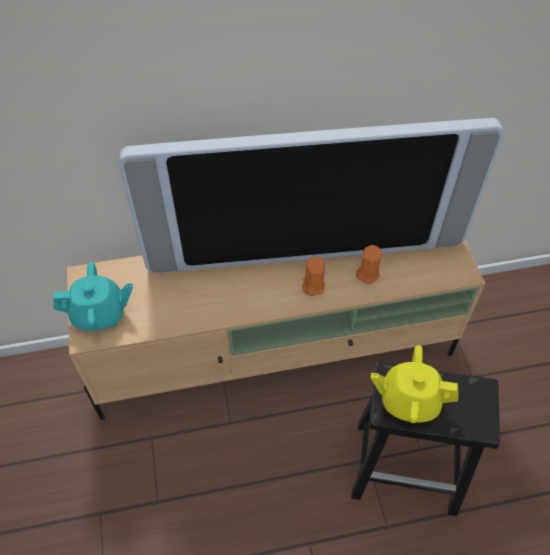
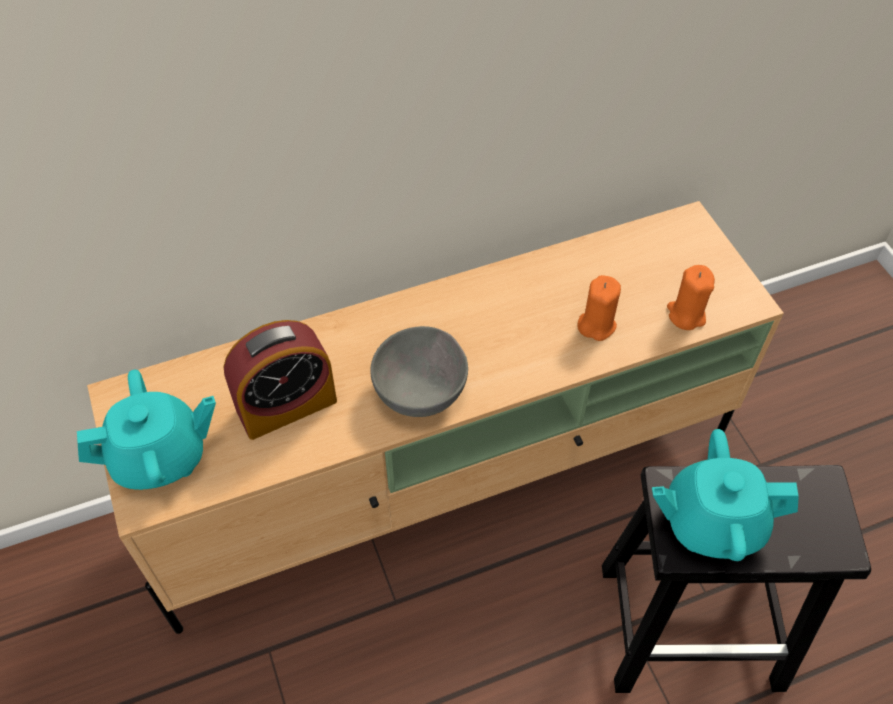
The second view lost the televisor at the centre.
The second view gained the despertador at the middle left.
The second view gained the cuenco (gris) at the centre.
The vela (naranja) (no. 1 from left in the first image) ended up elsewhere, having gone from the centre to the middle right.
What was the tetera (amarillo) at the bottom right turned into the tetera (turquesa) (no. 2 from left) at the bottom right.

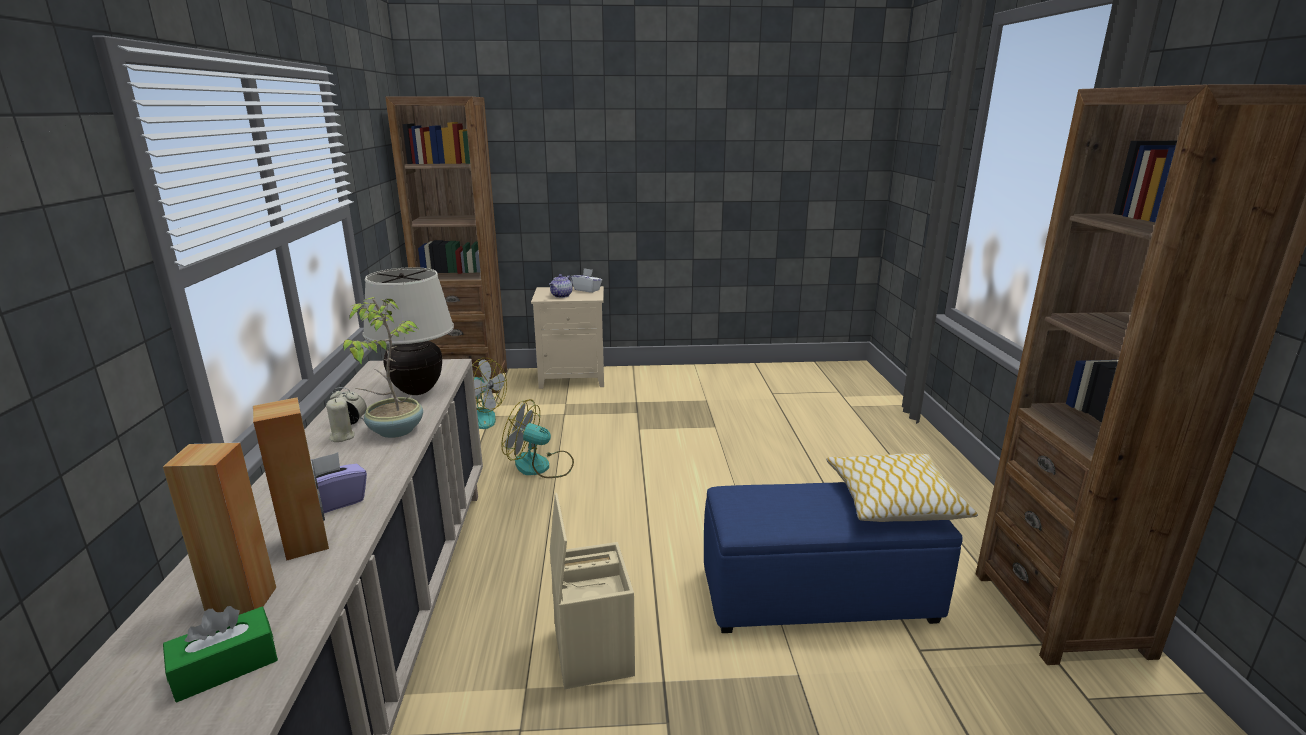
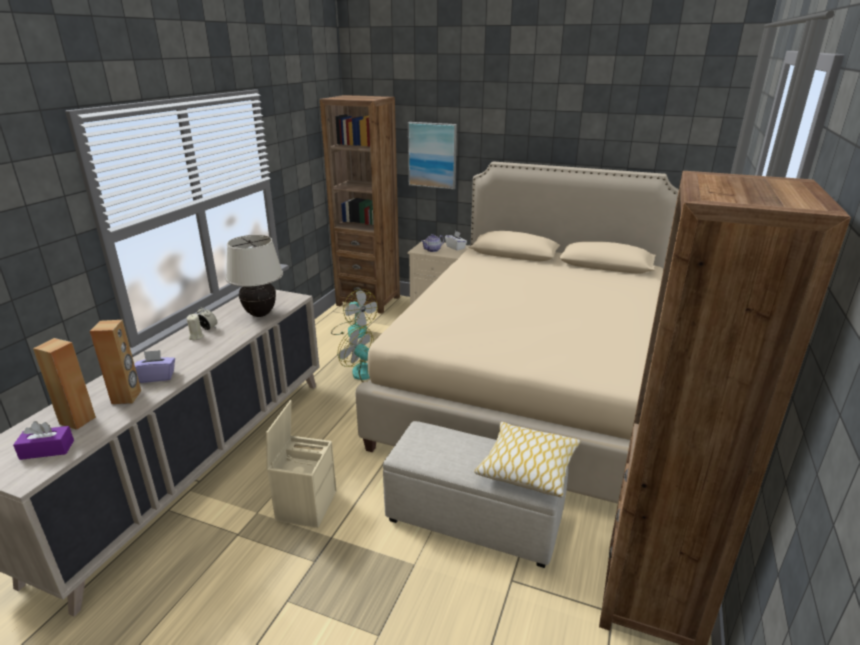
The second view lost the planta en maceta at the middle left.
The second view gained the cama (beis) at the centre.
The second view gained the cuadro at the top centre.
What was the caja de pañuelos (verde) at the bottom left turned into the caja de pañuelos (morado) (no. 1 from left) at the bottom left.
What was the puf (azul) at the bottom centre turned into the puf (beis) at the bottom centre.

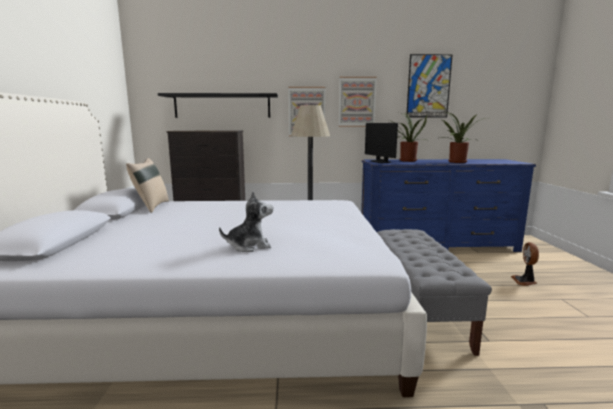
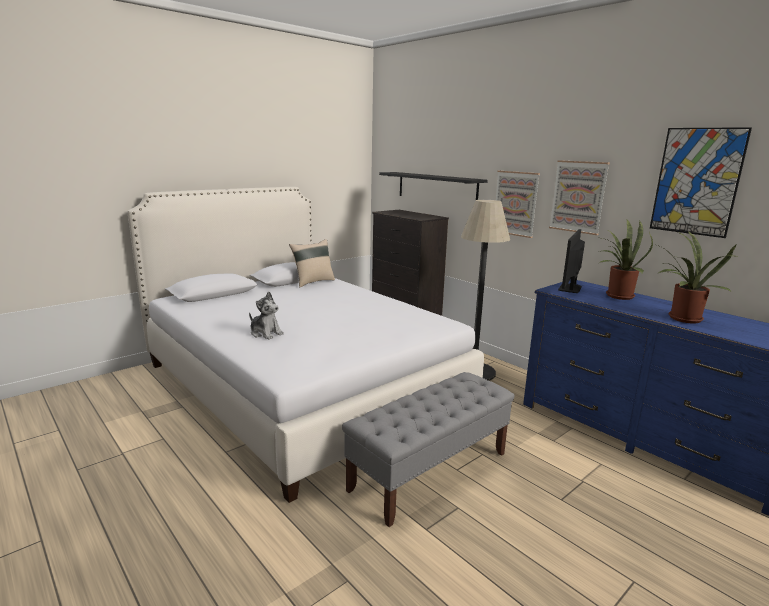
The second view lost the ventilador at the middle right.

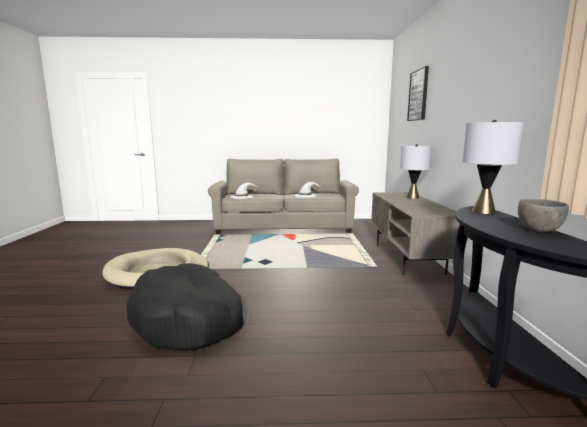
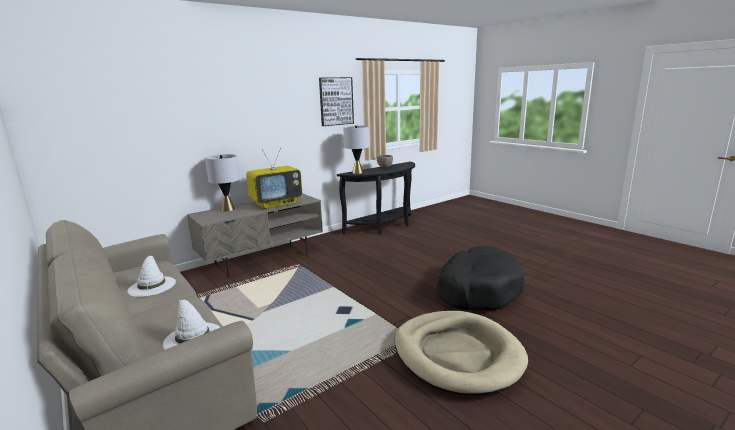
The second view gained the televisor at the centre.
The cuadro ended up elsewhere, having gone from the top right to the top centre.

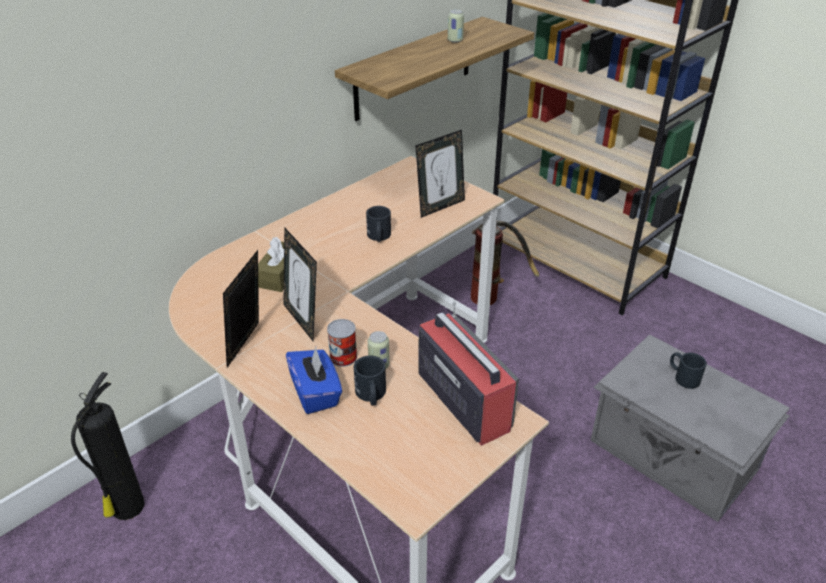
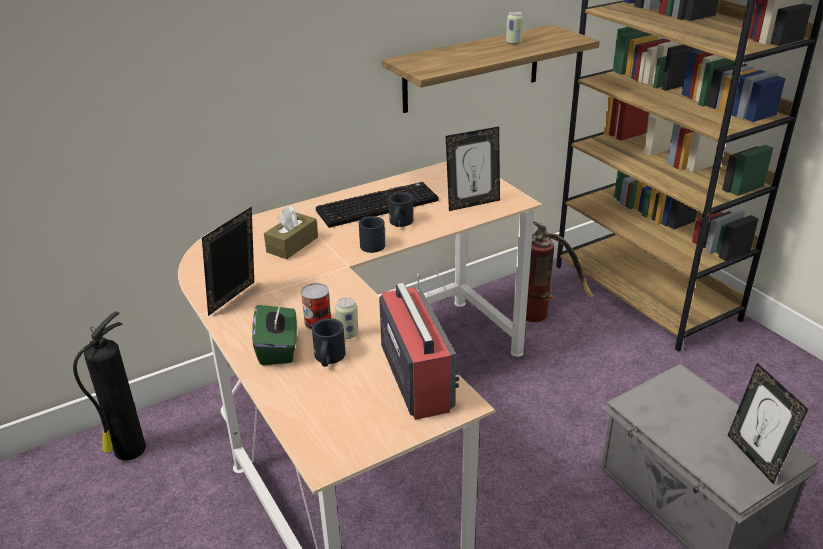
The second view gained the teclado at the centre.
The portarretratos (no. 2 from left in the first image) ended up elsewhere, having gone from the centre to the bottom right.
The taza grande (negro) (no. 3 from left in the first image) ended up elsewhere, having gone from the middle right to the centre.
What was the caja de pañuelos (azul) at the centre turned into the caja de pañuelos (verde) at the middle left.

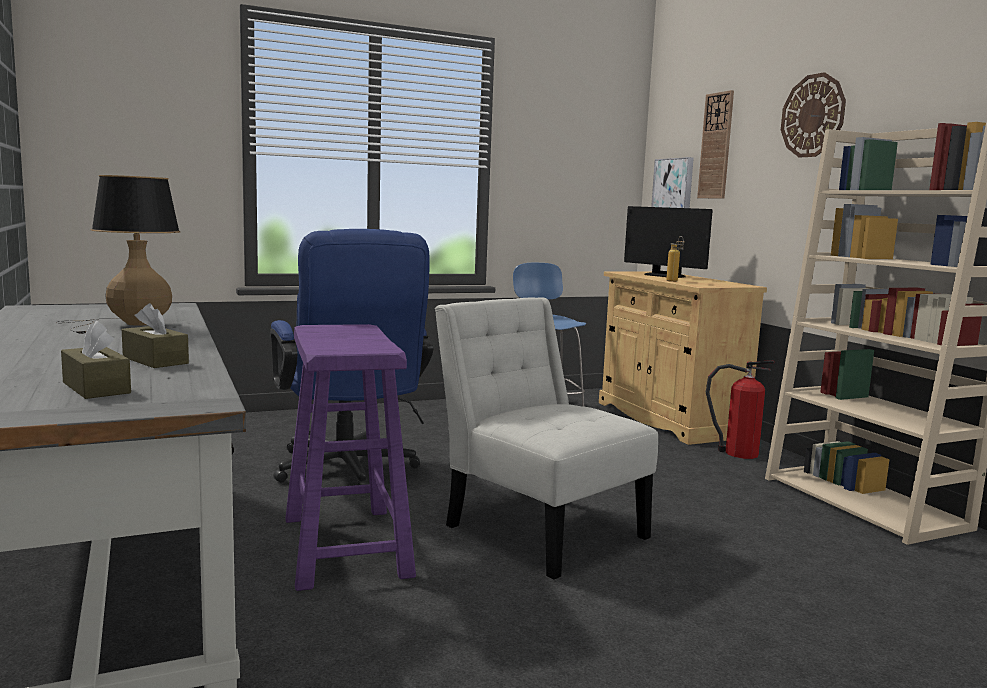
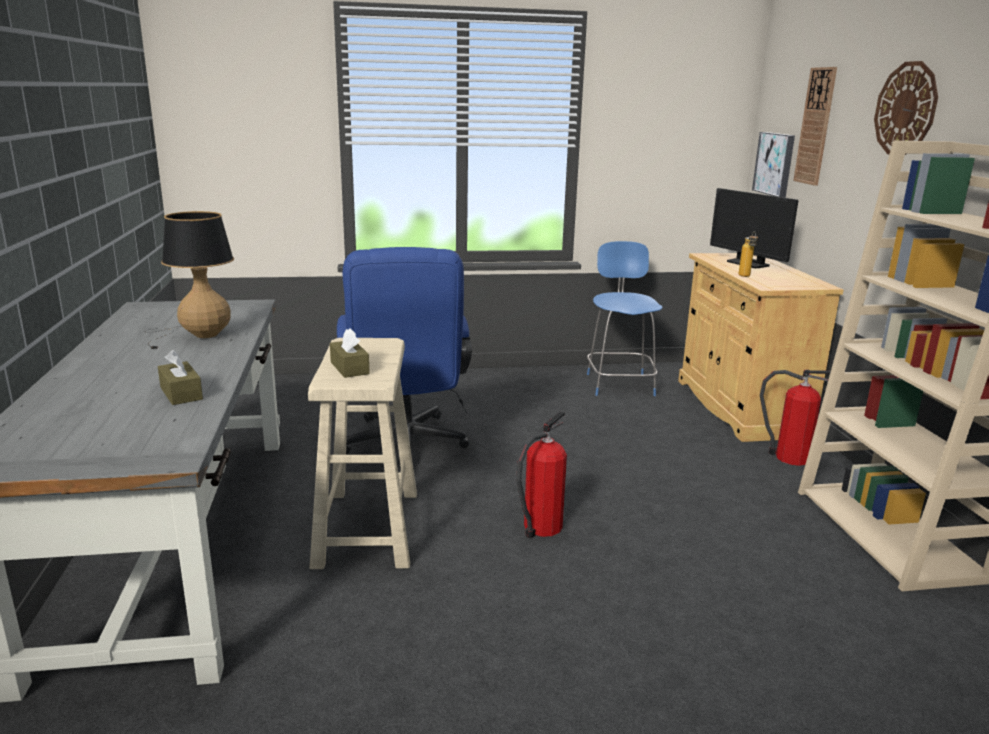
The caja de pañuelos (marrón) (no. 1 from left in the first image) ended up elsewhere, having gone from the middle left to the centre.
Where the silla (blanco) stood at the centre, the extintor (no. 1 from left) came to stand at the centre.
What was the taburete (morado) at the centre turned into the taburete (beis) at the centre.

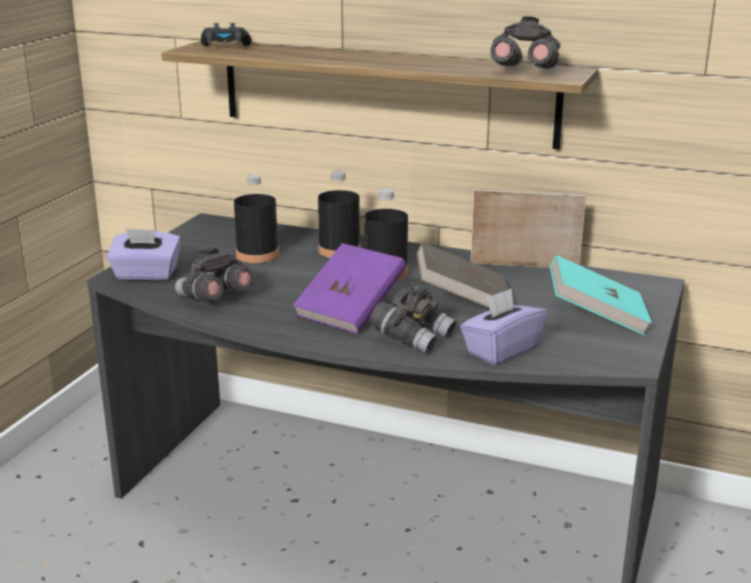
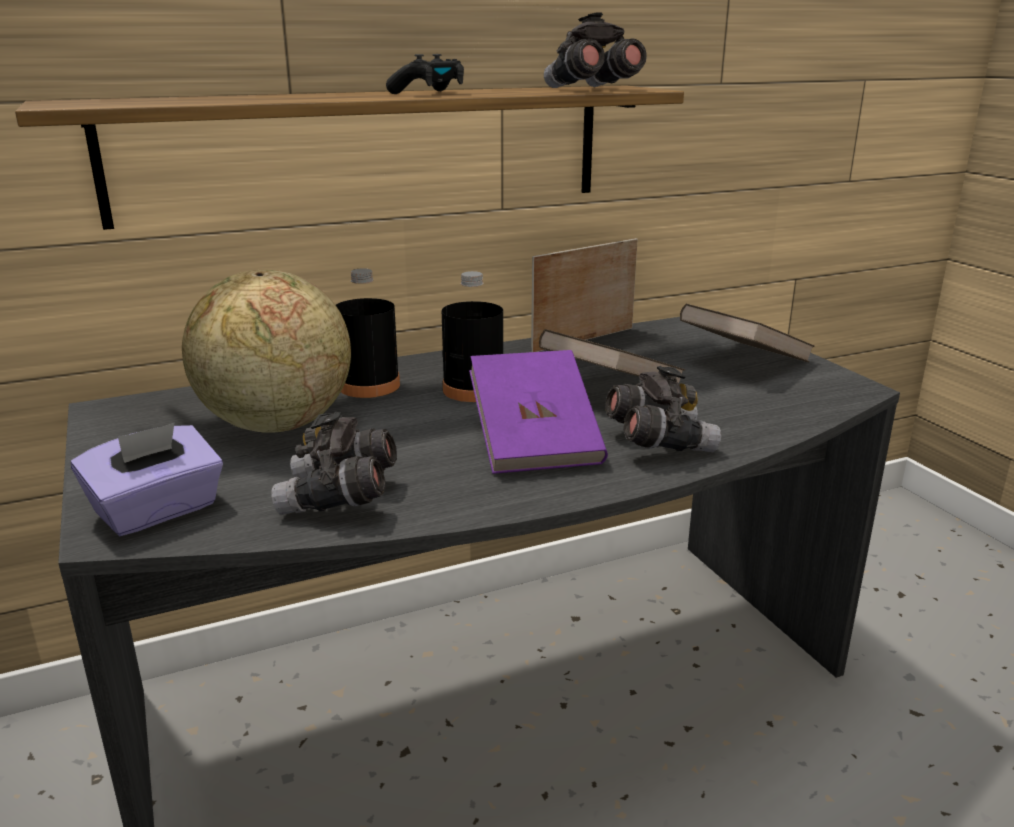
The second view lost the caja de pañuelos (morado) (no. 2 from left) at the middle right.
The mando de consola (negro) ended up elsewhere, having gone from the top left to the top centre.
Where the botella (negro) (no. 1 from left) stood at the centre, the globo terráqueo came to stand at the middle left.
What was the libro (turquesa) at the middle right turned into the libro (marrón) (no. 2 from left) at the middle right.

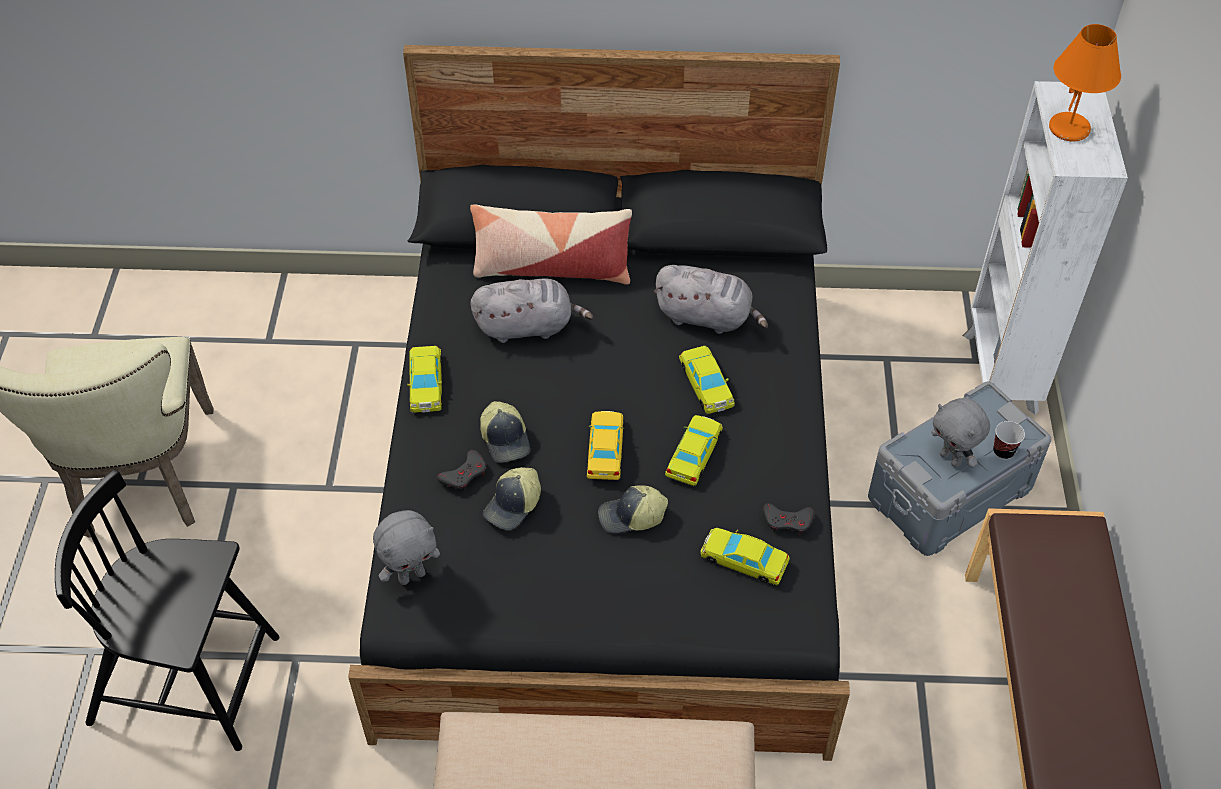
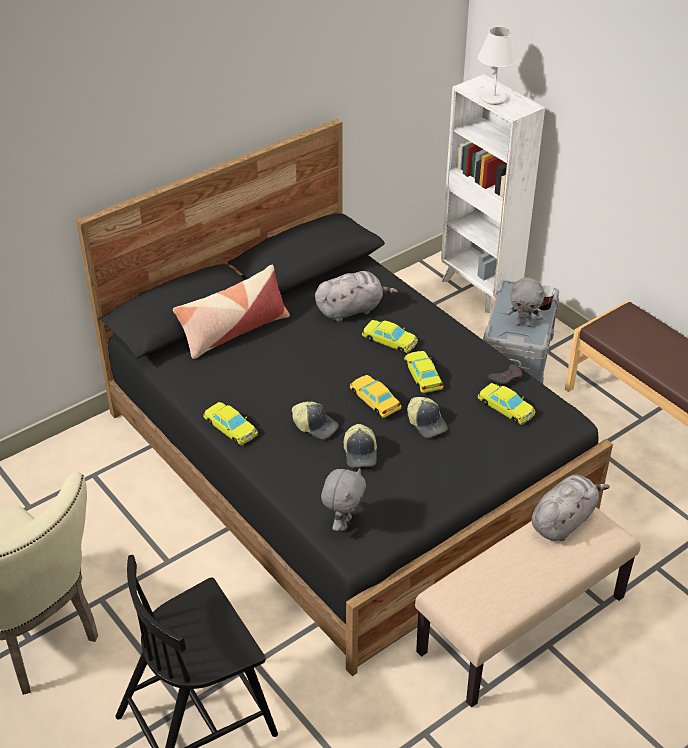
The second view lost the mando de consola (gris) (no. 1 from left) at the centre.
The peluche (gris) (no. 2 from left in the first image) ended up elsewhere, having gone from the centre to the bottom right.
What was the lámpara de mesa (naranja) at the top right turned into the lámpara de mesa (blanco) at the top right.
The gorra (no. 3 from left) at the centre ended up facing another way, 75 degrees counterclockwise from before.
The coche de juguete (amarillo) (no. 5 from left) at the bottom centre ended up facing another way, 120 degrees counterclockwise from before.

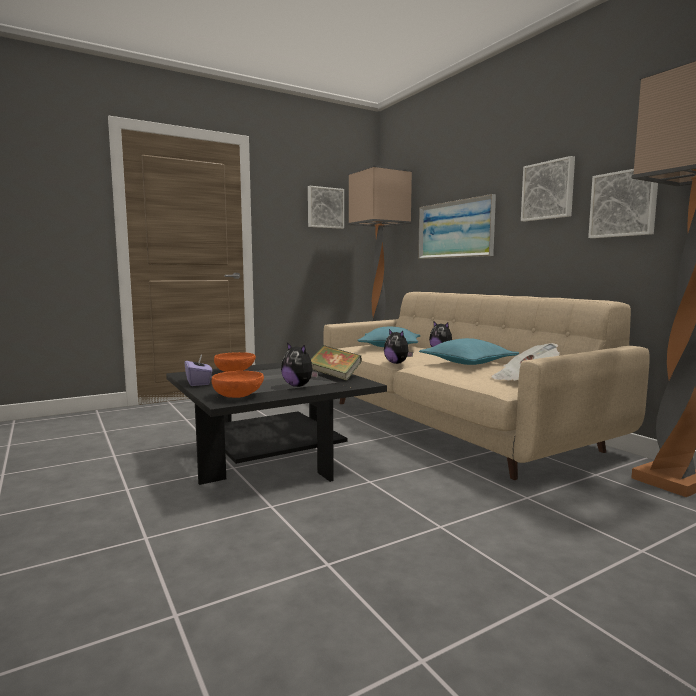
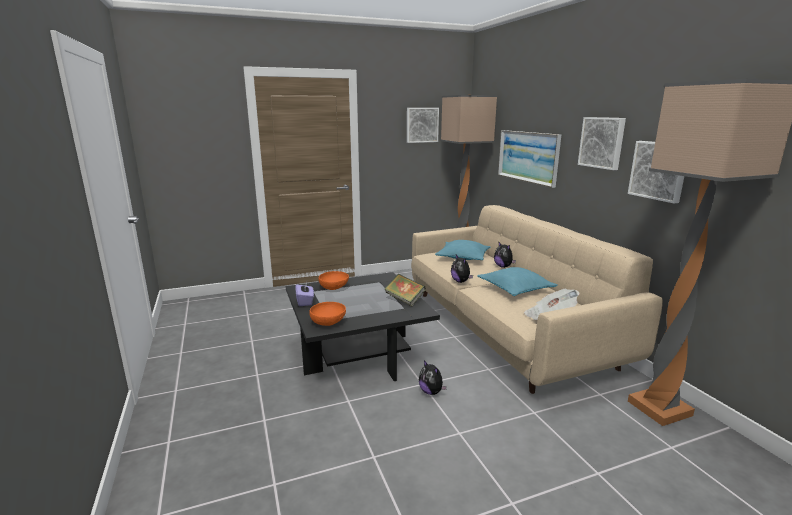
The peluche (no. 1 from left) ended up elsewhere, having gone from the centre to the bottom centre.

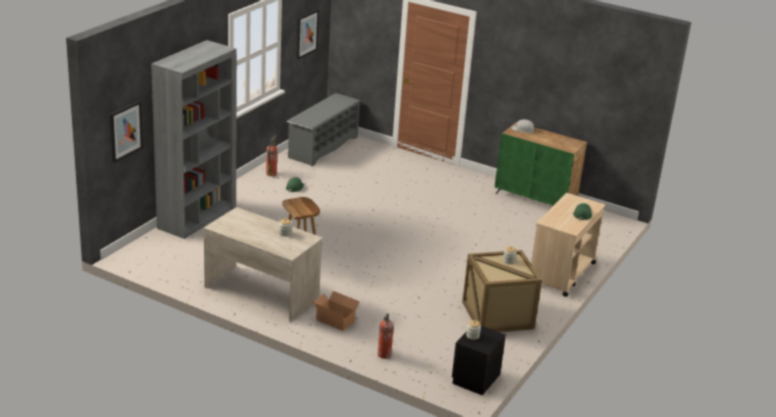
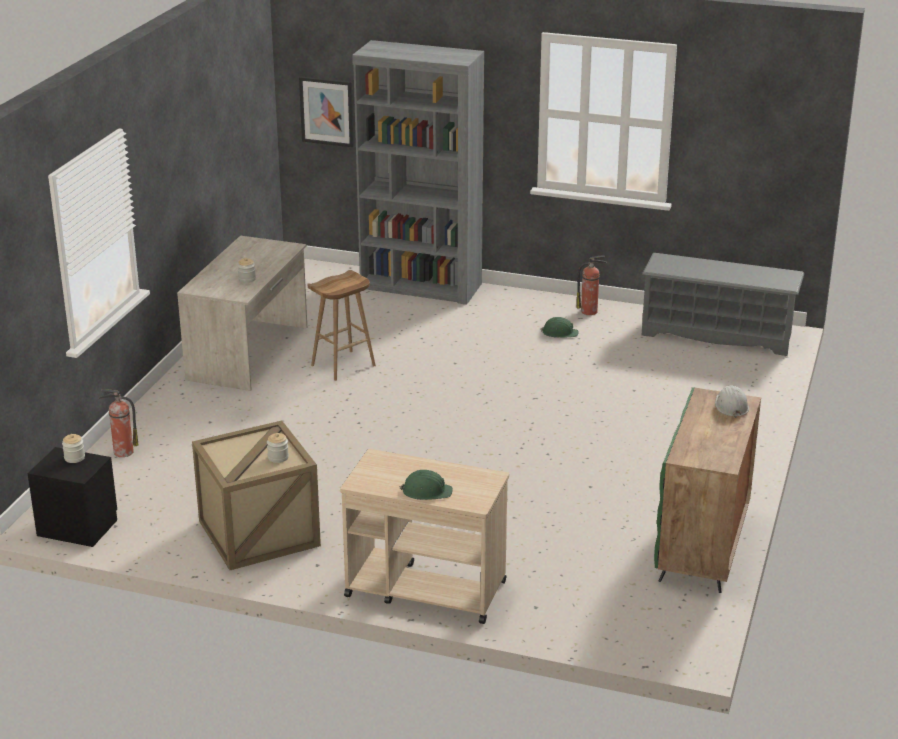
The second view lost the cuadro (no. 2 from left) at the top centre.
The second view lost the caja de cartón at the bottom centre.

